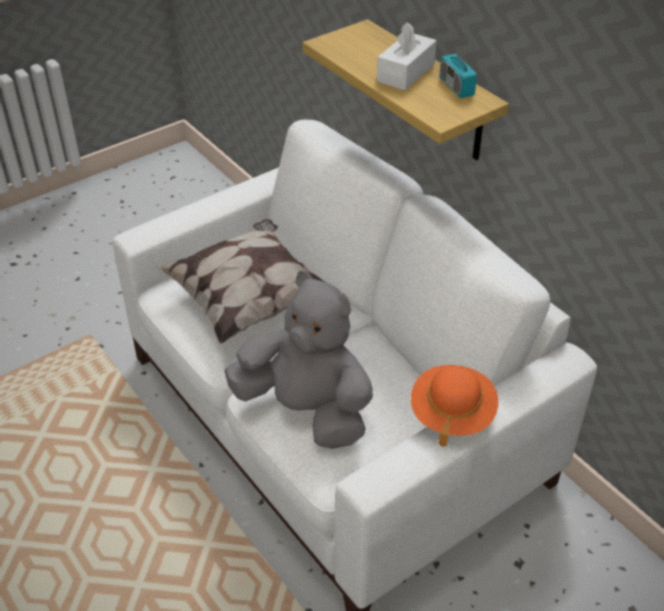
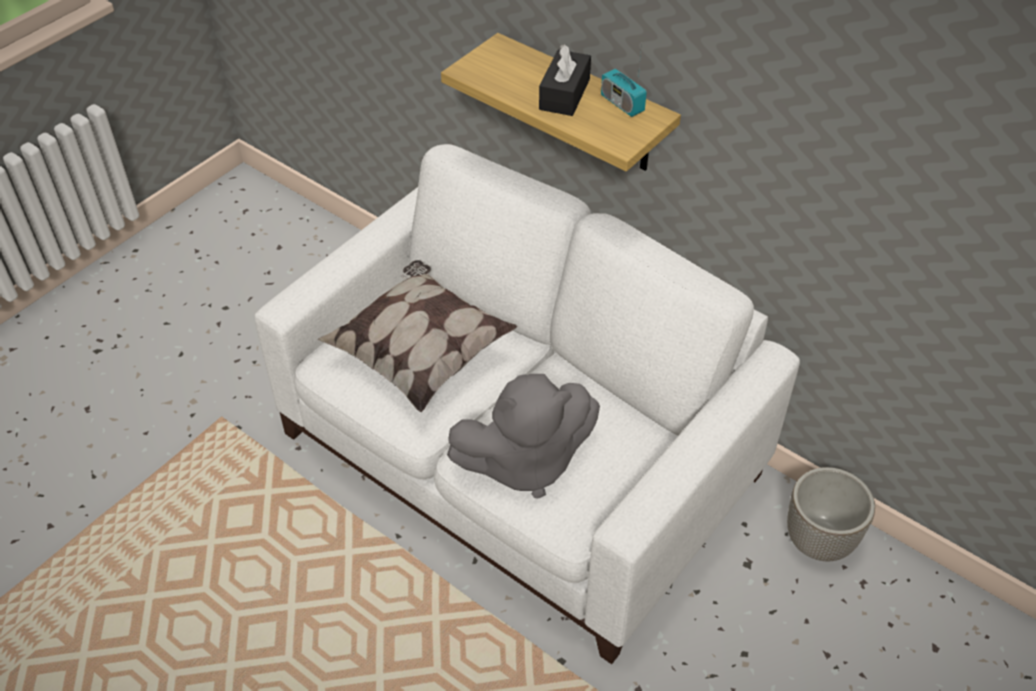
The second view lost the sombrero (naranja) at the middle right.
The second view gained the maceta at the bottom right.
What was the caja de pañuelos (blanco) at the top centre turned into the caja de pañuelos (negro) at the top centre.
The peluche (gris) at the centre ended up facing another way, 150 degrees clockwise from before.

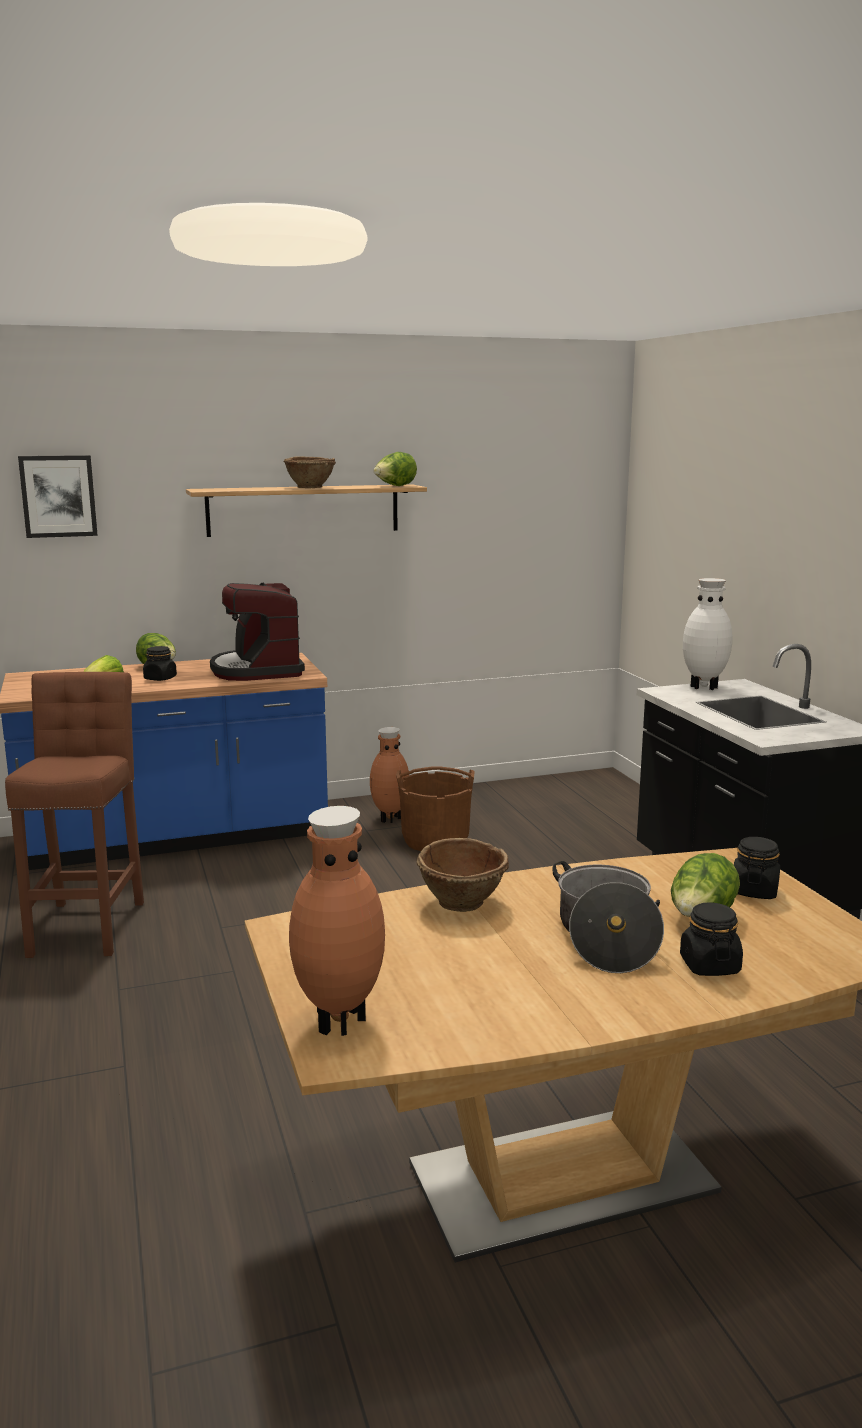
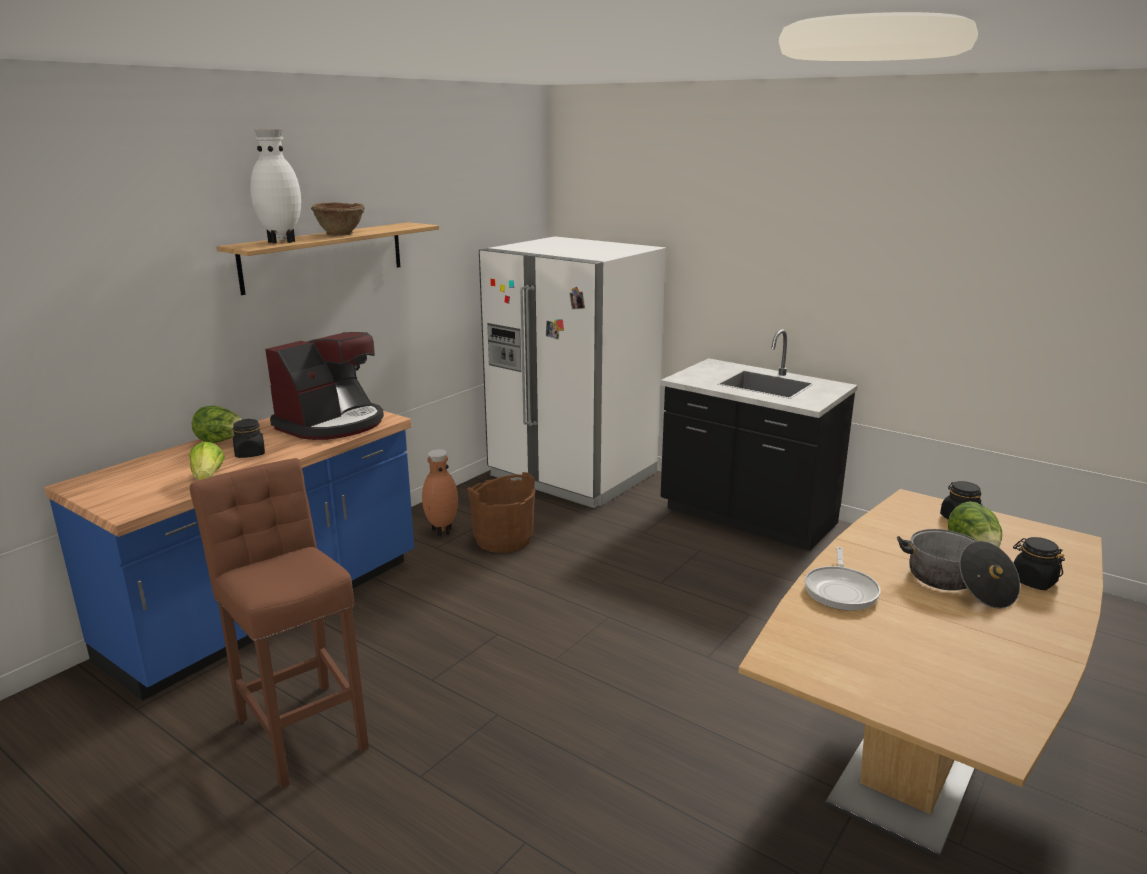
The second view lost the cuadro at the middle left.
The second view lost the florero (marrón) (no. 1 from left) at the centre.
The second view lost the lechuga (no. 3 from left) at the top centre.
The second view gained the nevera (blanco) at the centre.
The florero (blanco) ended up elsewhere, having gone from the middle right to the top left.
Where the cuenco (marrón) (no. 2 from left) stood at the centre, the sartén came to stand at the middle right.
The cafetera at the middle left ended up facing another way, 90 degrees counterclockwise from before.

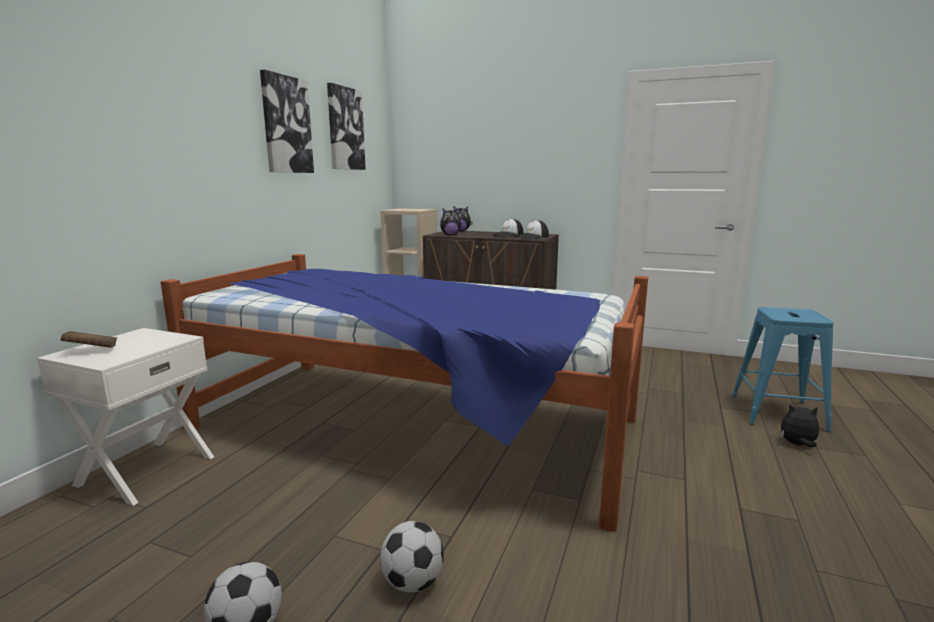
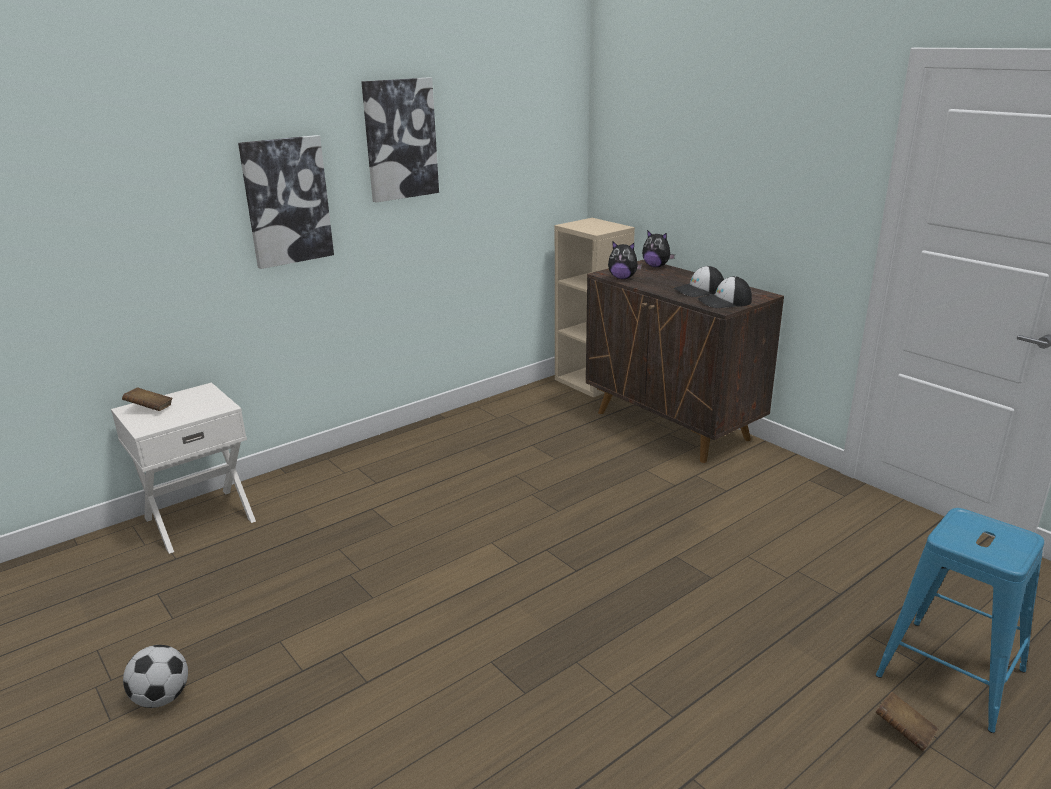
The second view lost the cama at the centre.
The second view lost the balón de fútbol (no. 2 from left) at the bottom centre.
The cuadro (no. 2 from left in the first image) ended up elsewhere, having gone from the top centre to the top left.
Where the peluche (no. 3 from left) stood at the bottom right, the libro (marrón) (no. 2 from left) came to stand at the bottom right.

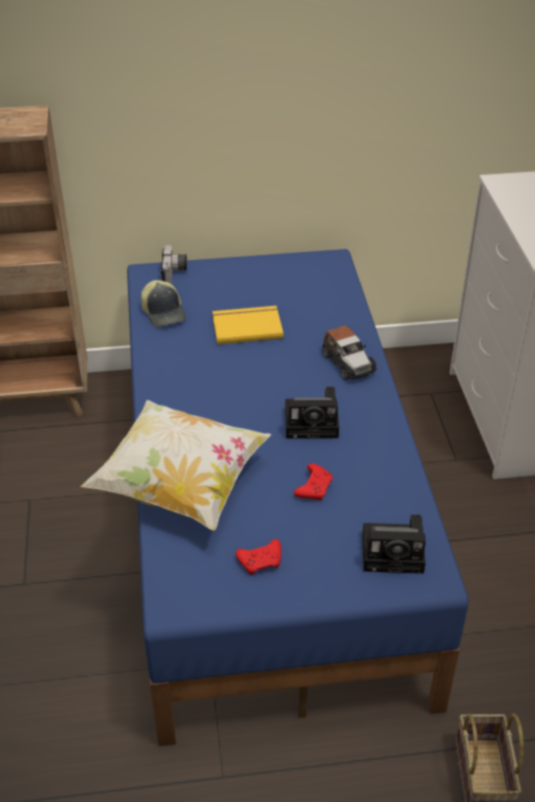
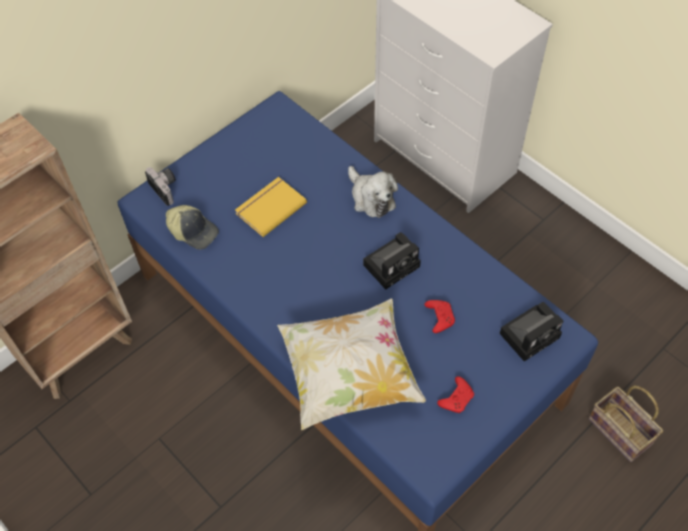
Where the coche de juguete stood at the centre, the peluche came to stand at the centre.

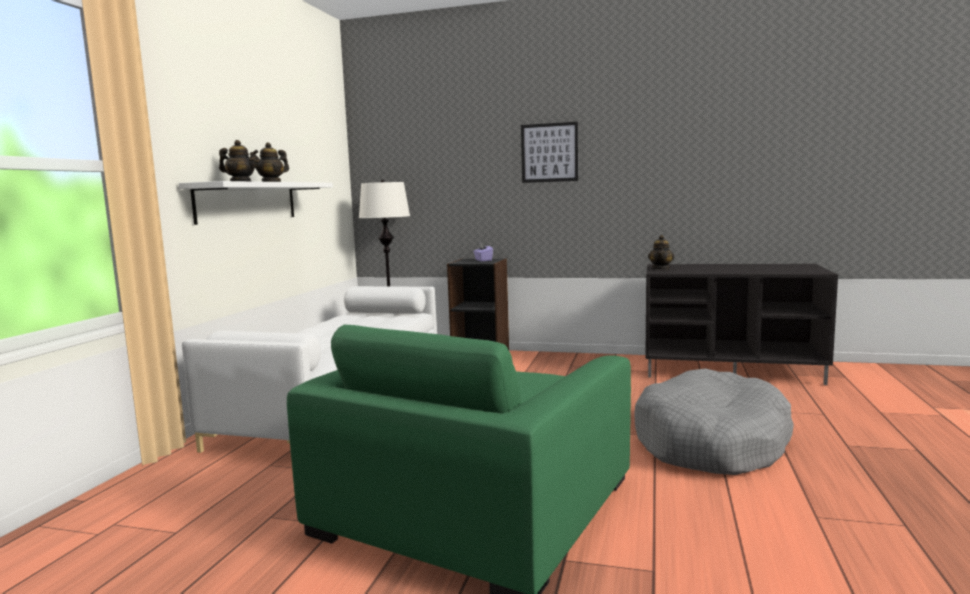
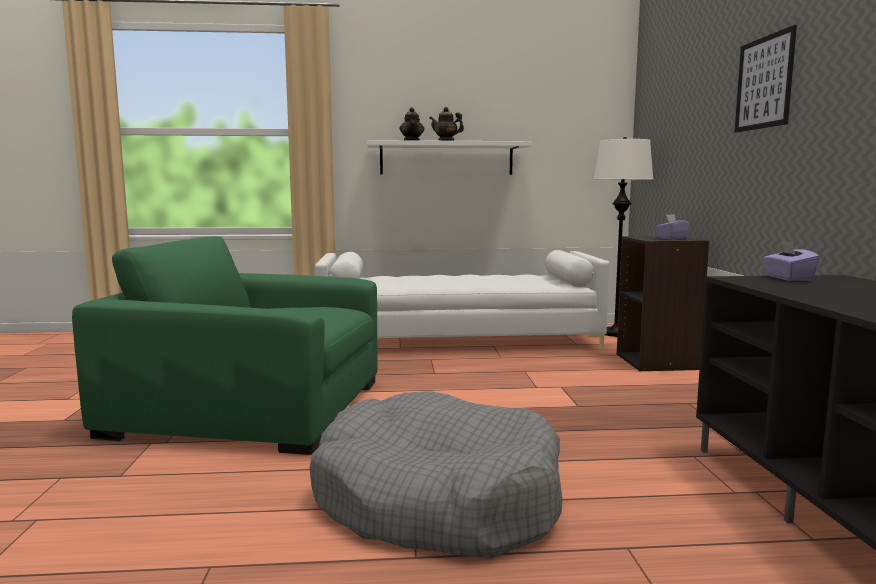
Where the tetera (no. 3 from left) stood at the middle right, the caja de pañuelos (morado) (no. 2 from left) came to stand at the middle right.

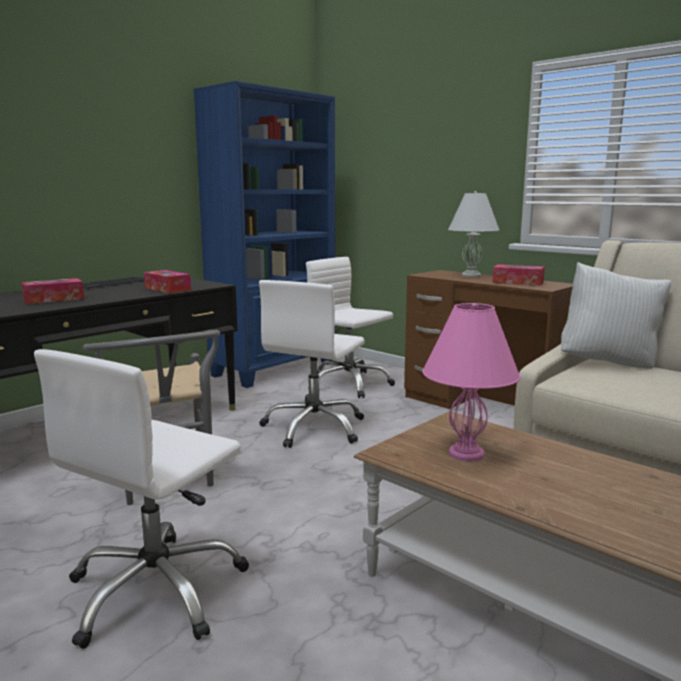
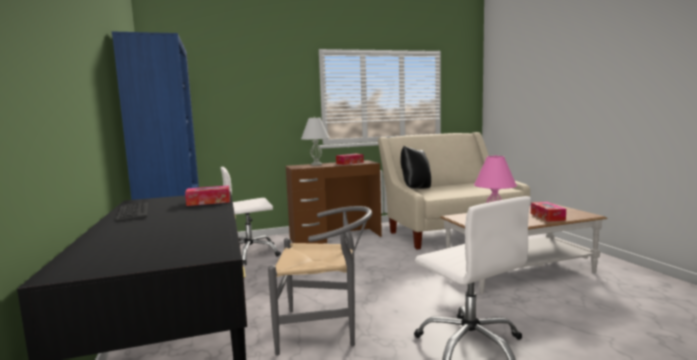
The second view lost the silla de oficina (blanco) (no. 2 from left) at the centre.
The caja de pañuelos (no. 1 from left in the first image) ended up elsewhere, having gone from the middle left to the middle right.
What was the cojín (blanco) at the middle right turned into the cojín (negro) at the centre.

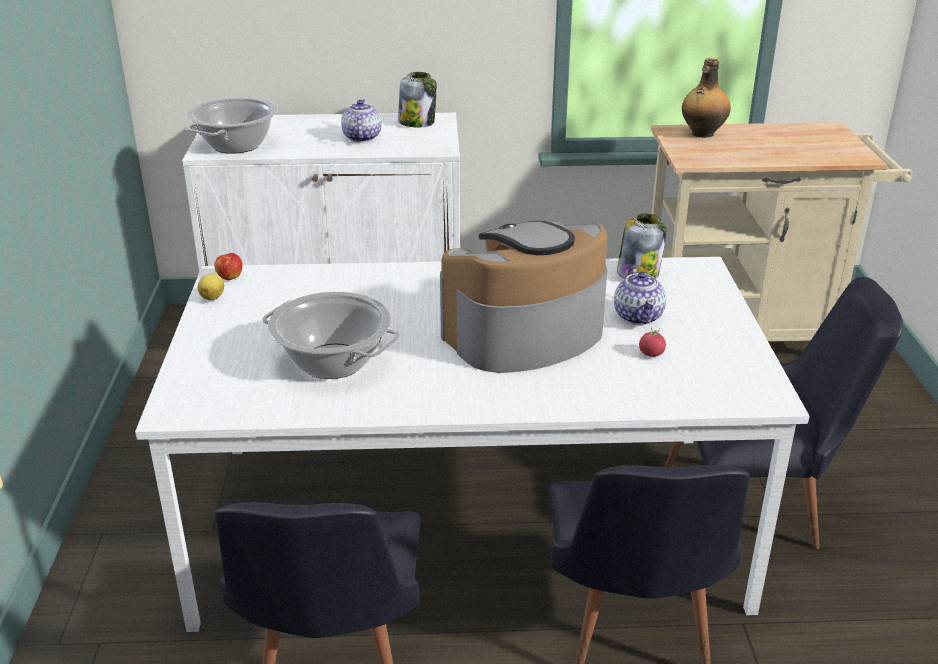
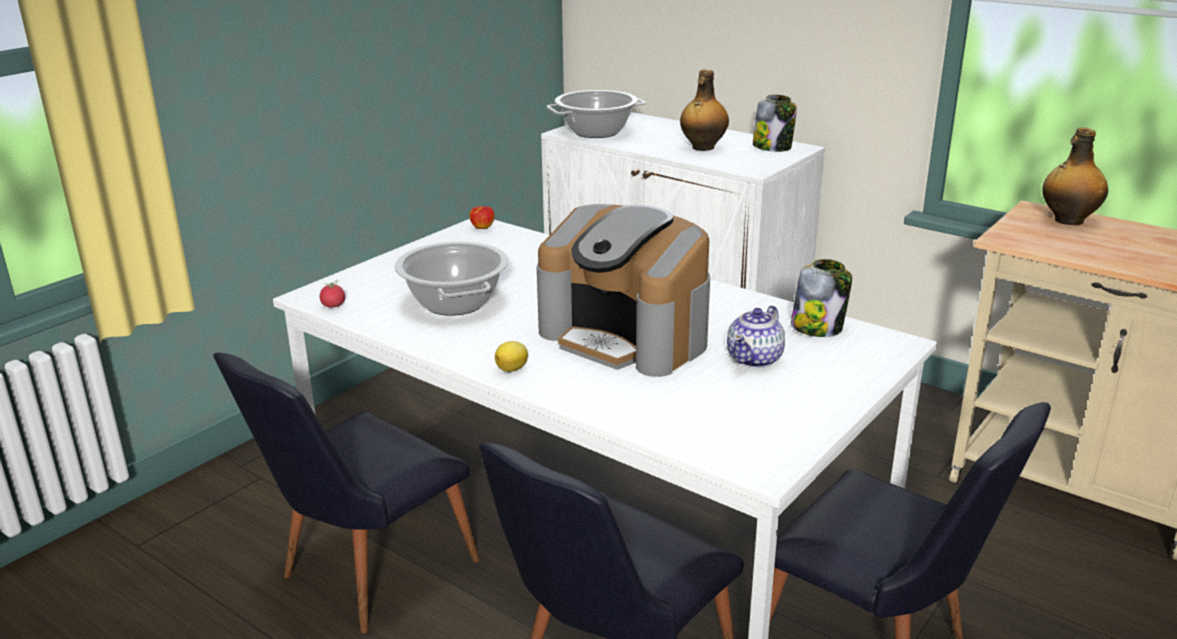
The limón ended up elsewhere, having gone from the middle left to the centre.
The tomate ended up elsewhere, having gone from the middle right to the middle left.
Where the tetera (no. 1 from left) stood at the top centre, the botella (no. 1 from left) came to stand at the top centre.
The cafetera at the centre ended up facing another way, 150 degrees counterclockwise from before.

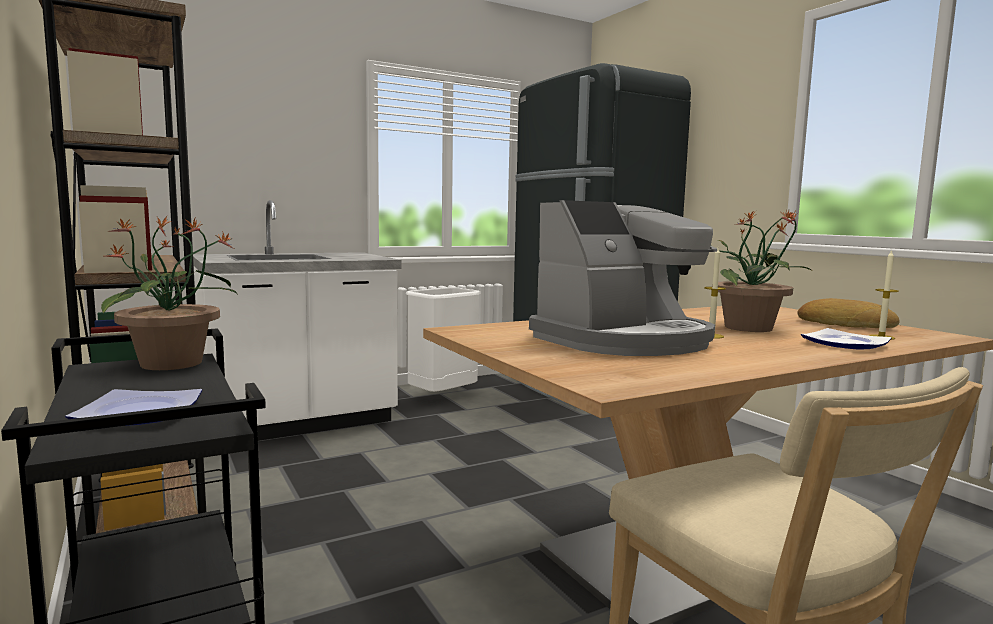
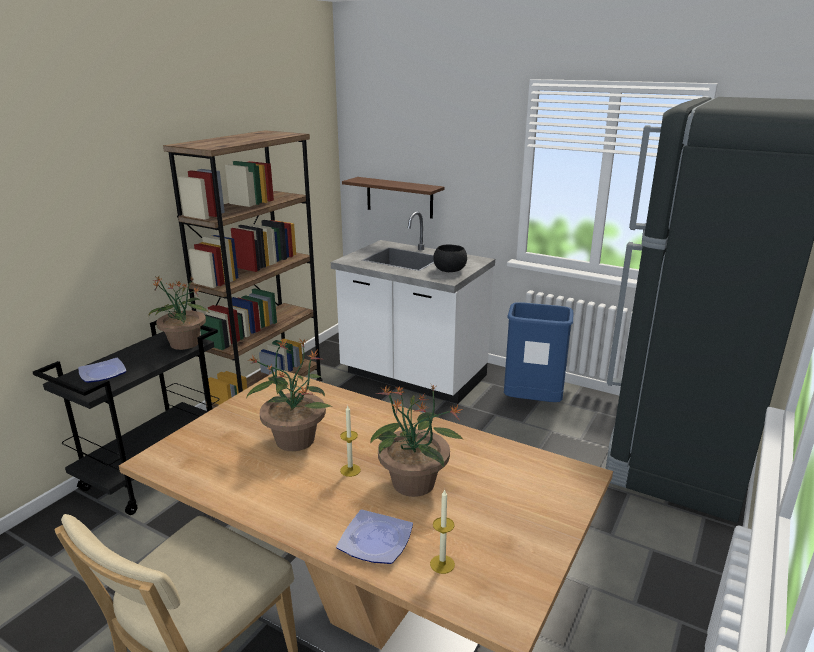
The second view lost the pan at the middle right.
The second view gained the estante (marrón) at the top centre.
The second view gained the cuenco (negro) at the centre.
Where the cafetera stood at the centre, the planta en maceta (no. 2 from left) came to stand at the centre.
What was the papelera (blanco) at the centre turned into the papelera (azul) at the centre.

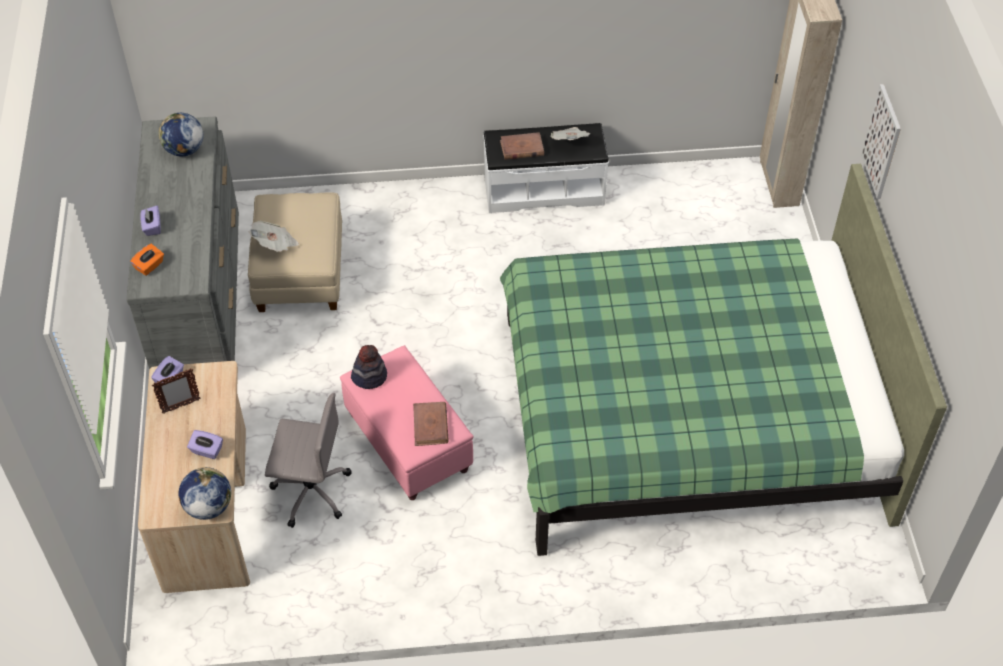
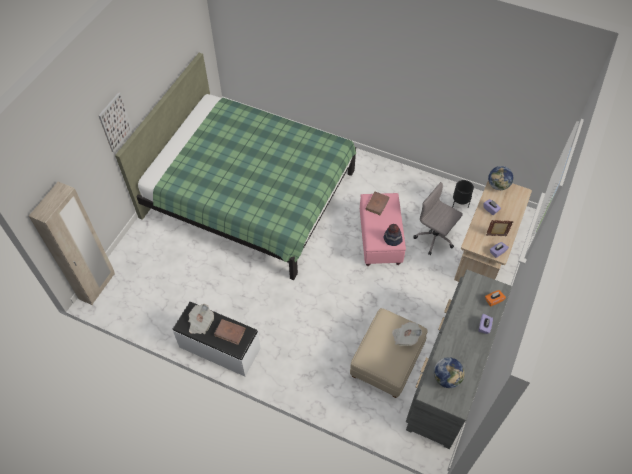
The second view gained the maceta (negro) at the middle right.

